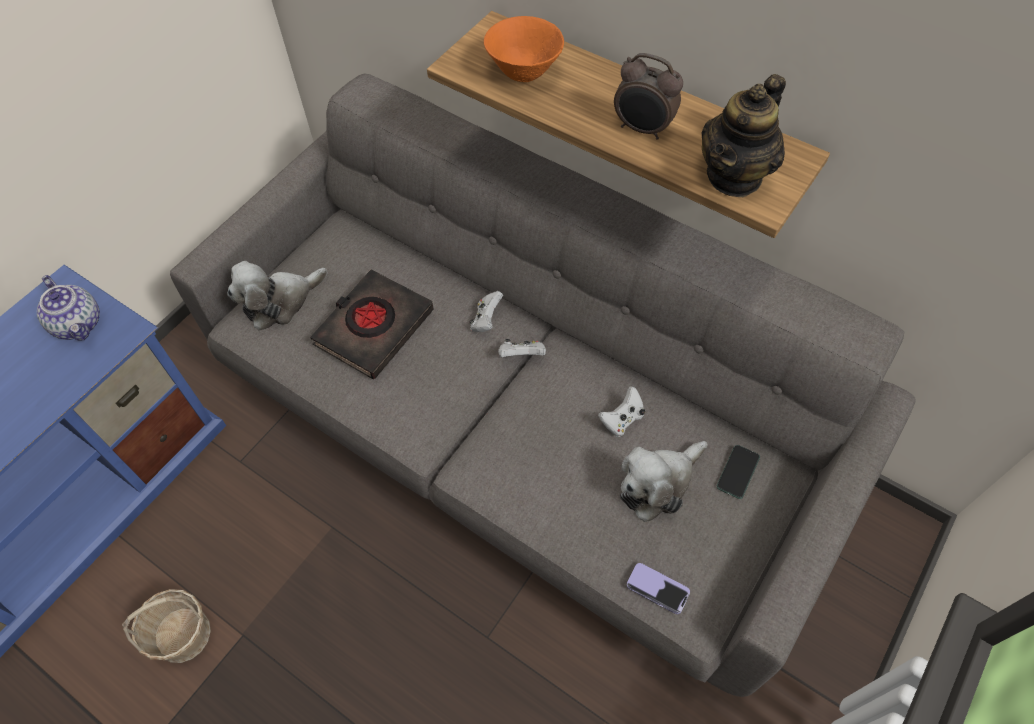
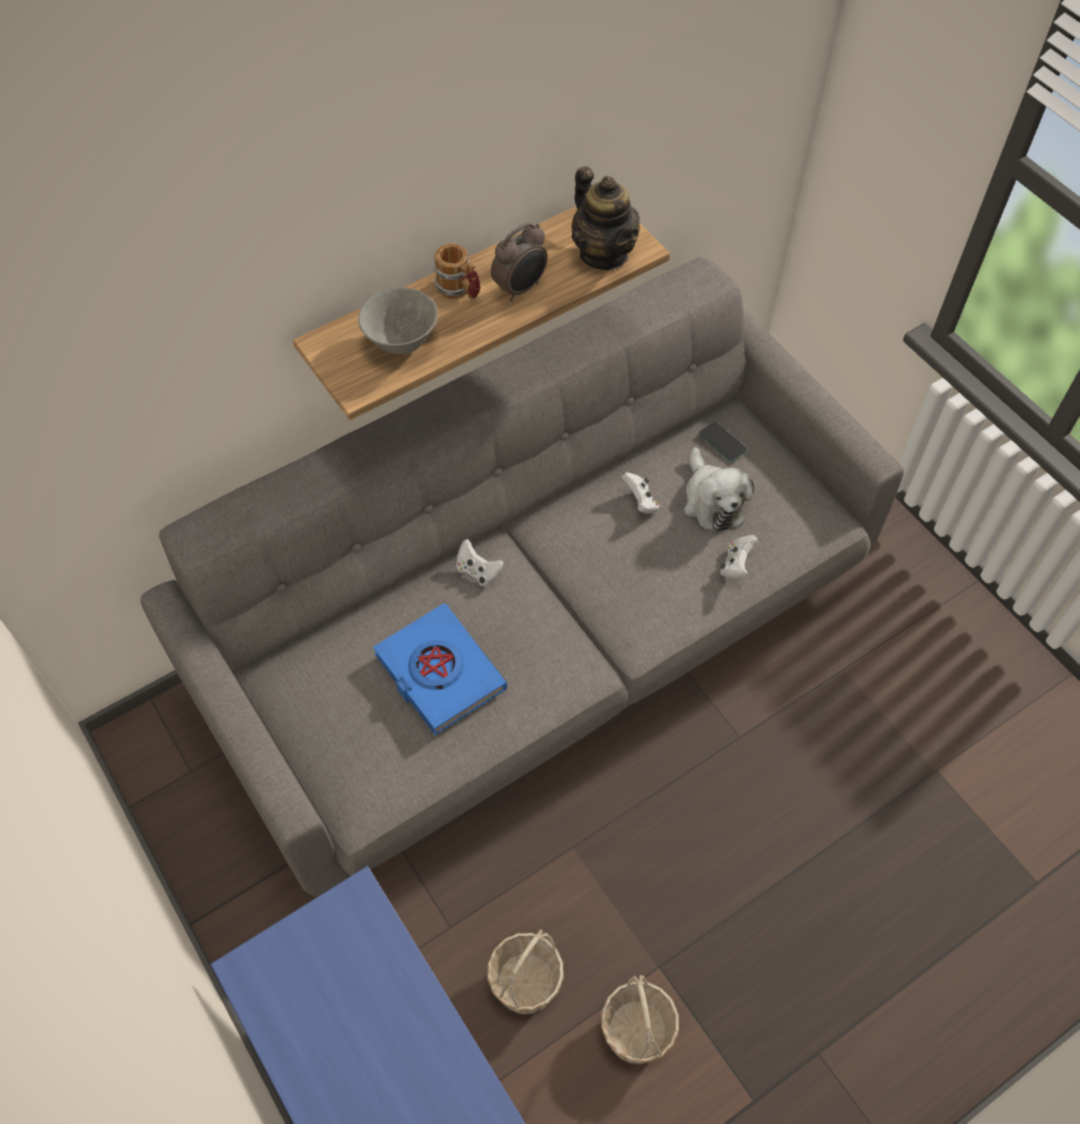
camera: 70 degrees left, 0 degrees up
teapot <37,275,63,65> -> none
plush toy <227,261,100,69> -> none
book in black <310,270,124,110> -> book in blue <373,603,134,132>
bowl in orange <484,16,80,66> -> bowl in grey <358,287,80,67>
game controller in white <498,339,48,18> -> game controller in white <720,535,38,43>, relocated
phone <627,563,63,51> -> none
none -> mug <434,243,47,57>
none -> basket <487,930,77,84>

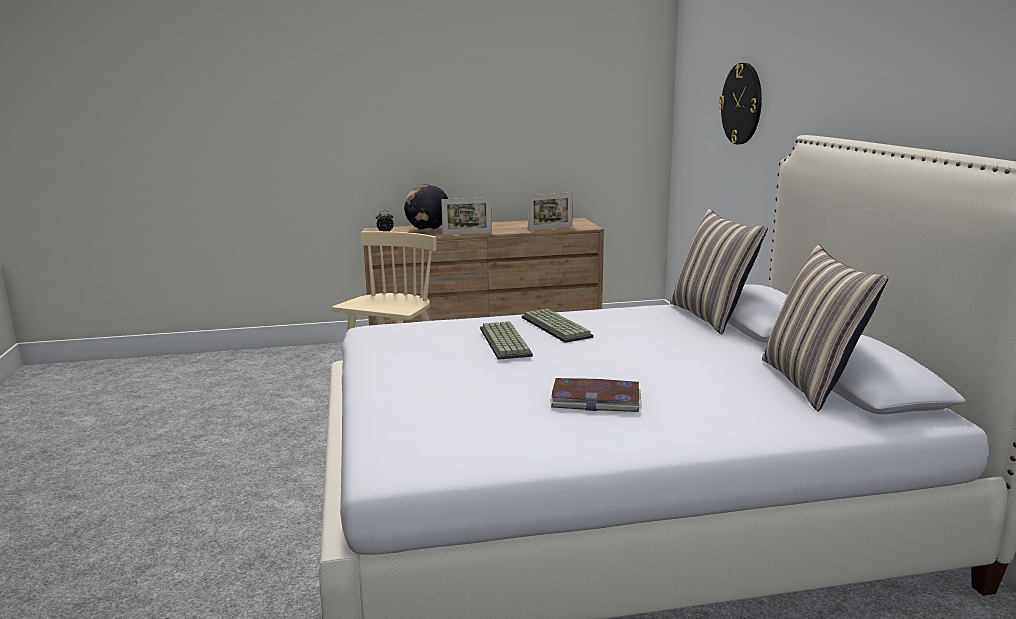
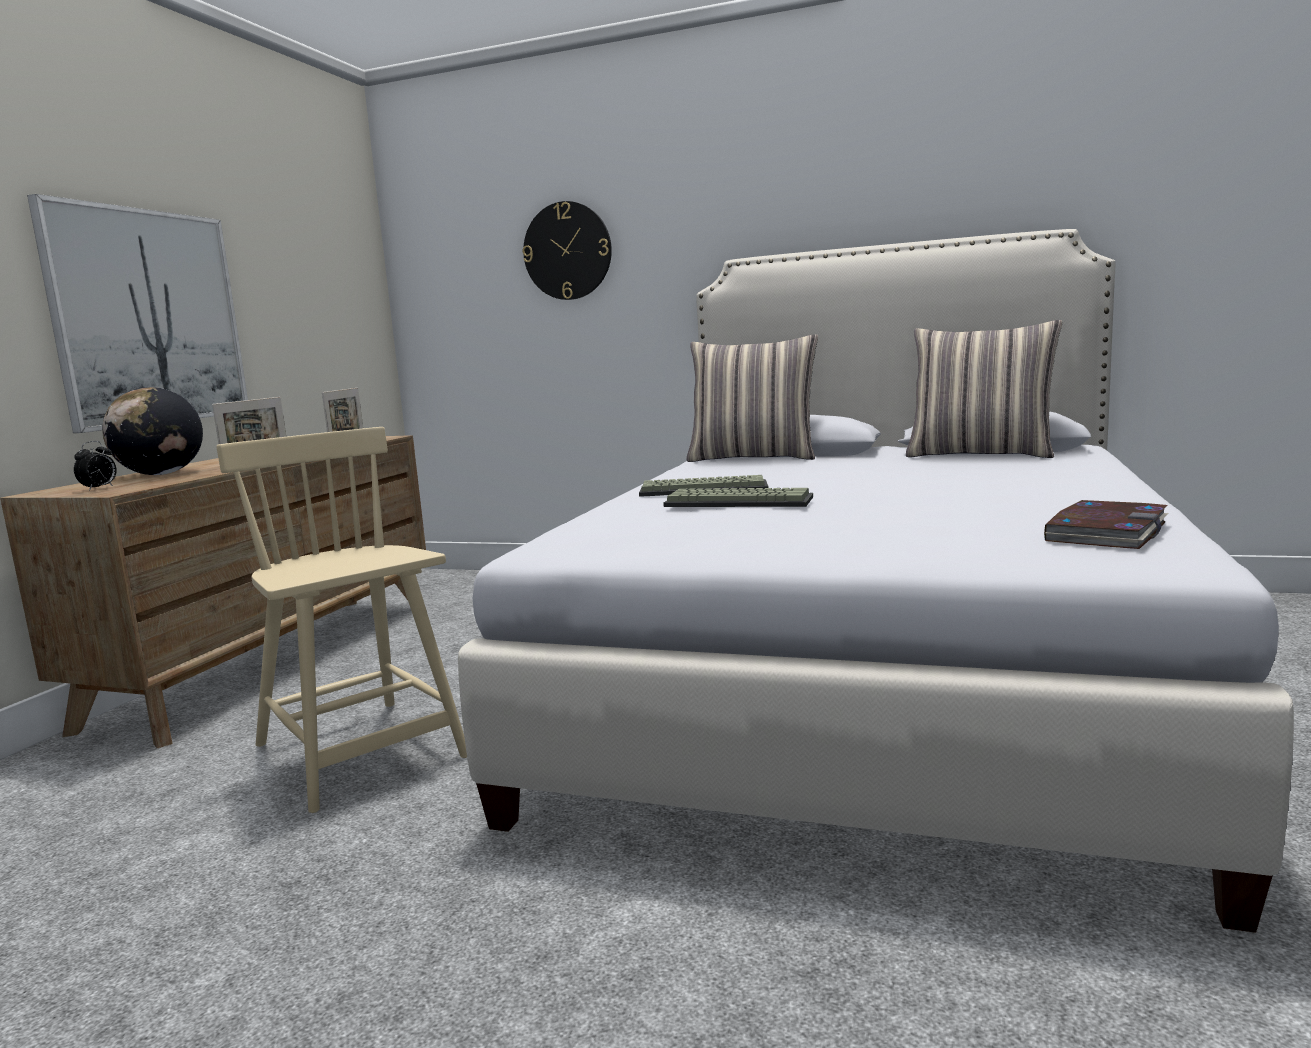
camera: 60 degrees left, 5 degrees down
book <550,378,92,34> -> book <1044,500,125,49>, relocated
none -> picture <27,194,221,239>

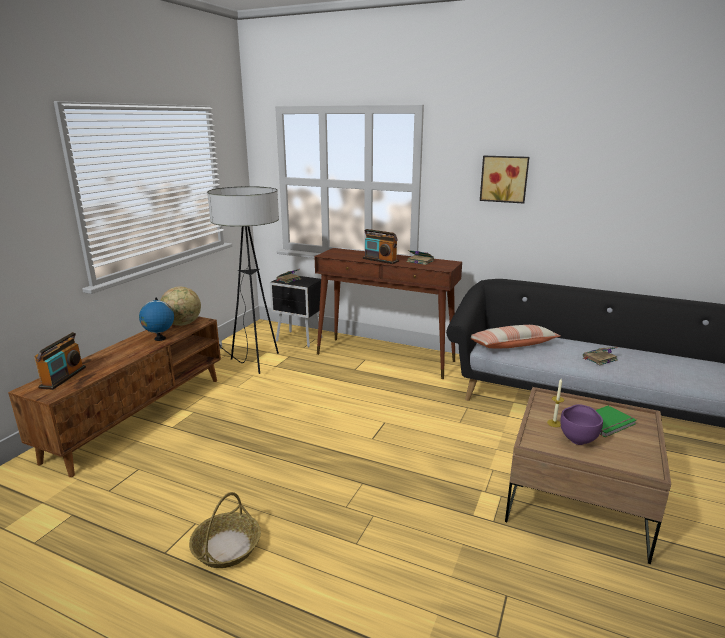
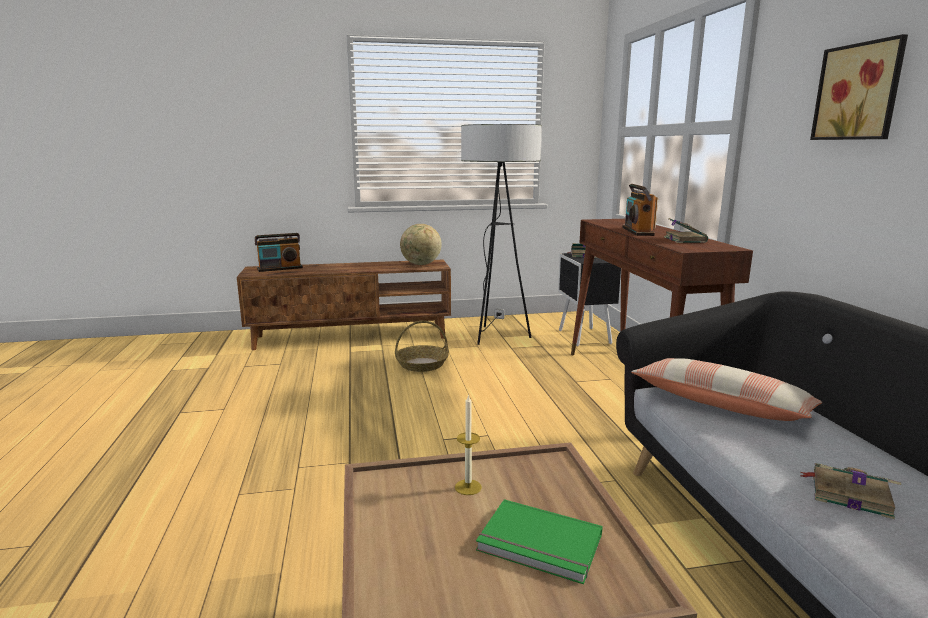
camera: 55 degrees right, 5 degrees down
globe <139,297,35,44> -> none
basket <189,492,72,76> -> basket <395,321,54,51>, relocated
bowl in purple <561,404,42,41> -> none

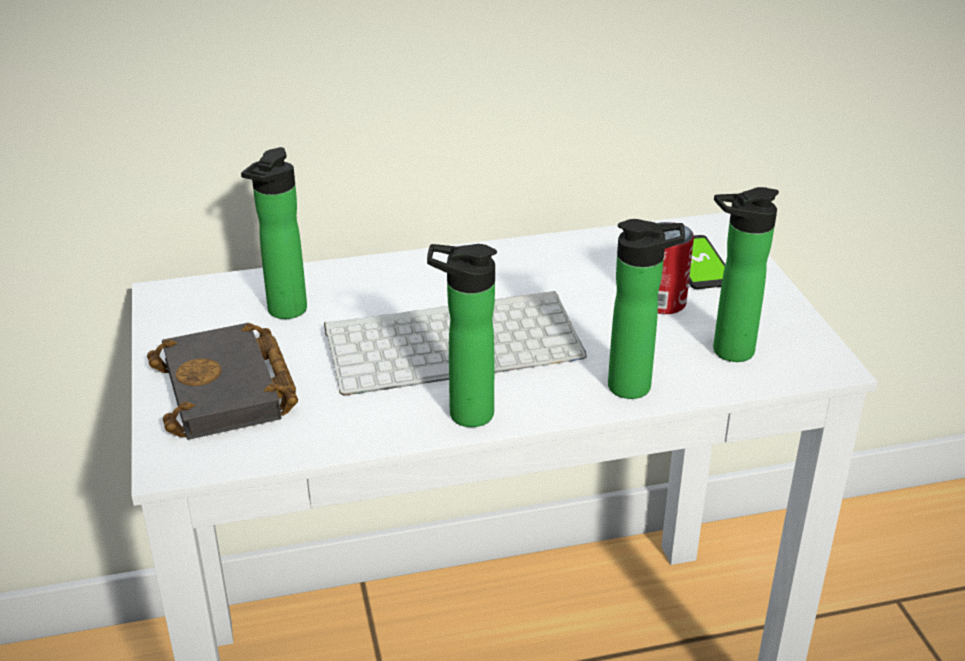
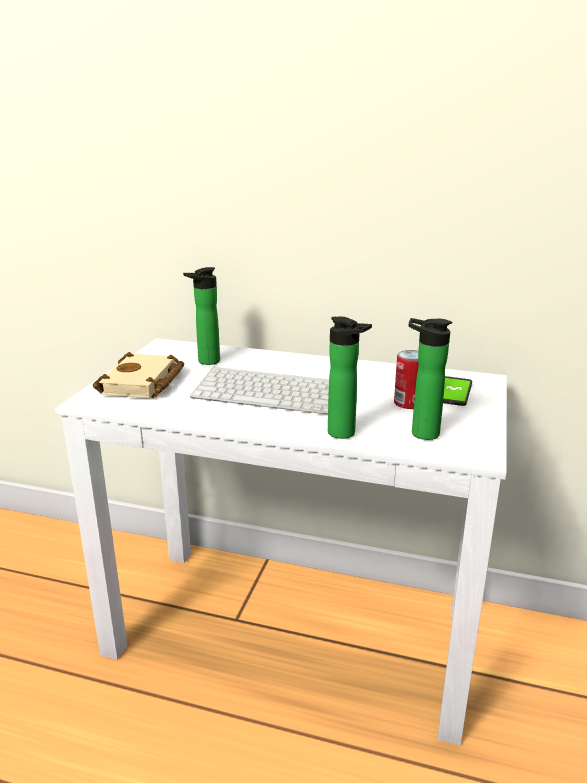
camera: 30 degrees right, 10 degrees down
book in black <147,323,151,117> -> book in beige <93,352,91,46>
bottle <427,244,70,183> -> none

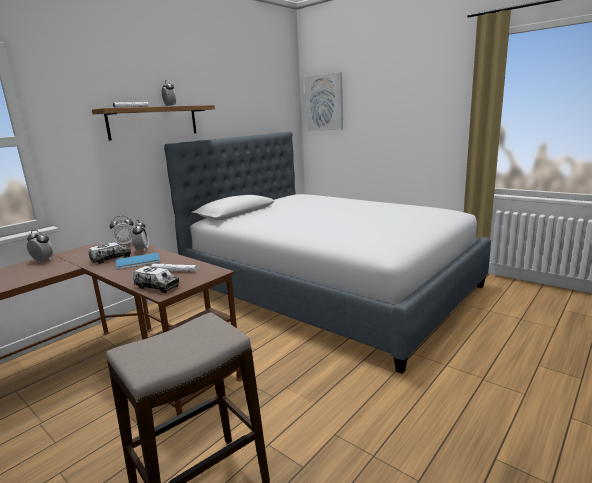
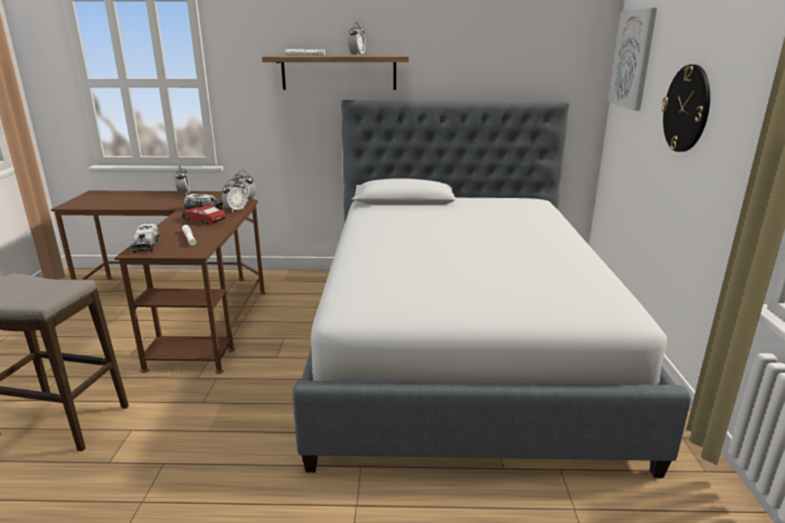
camera: 50 degrees right, 5 degrees up
book in blue <116,253,44,16> -> toy car <182,205,43,20>
none -> wall clock <661,64,49,88>

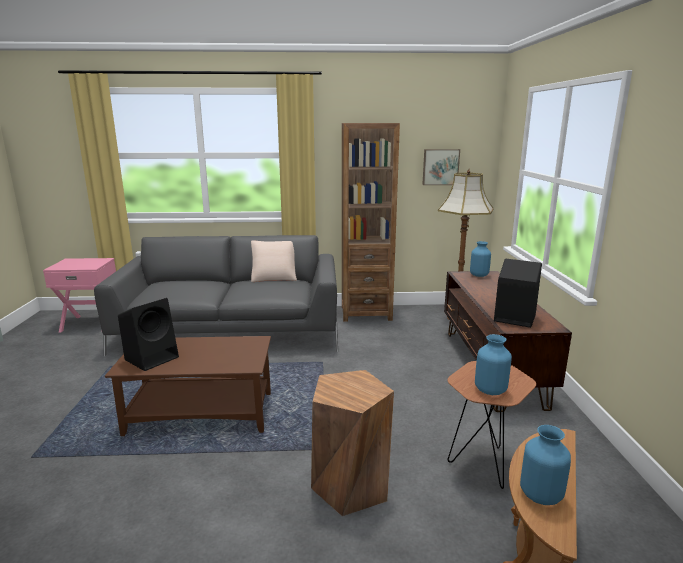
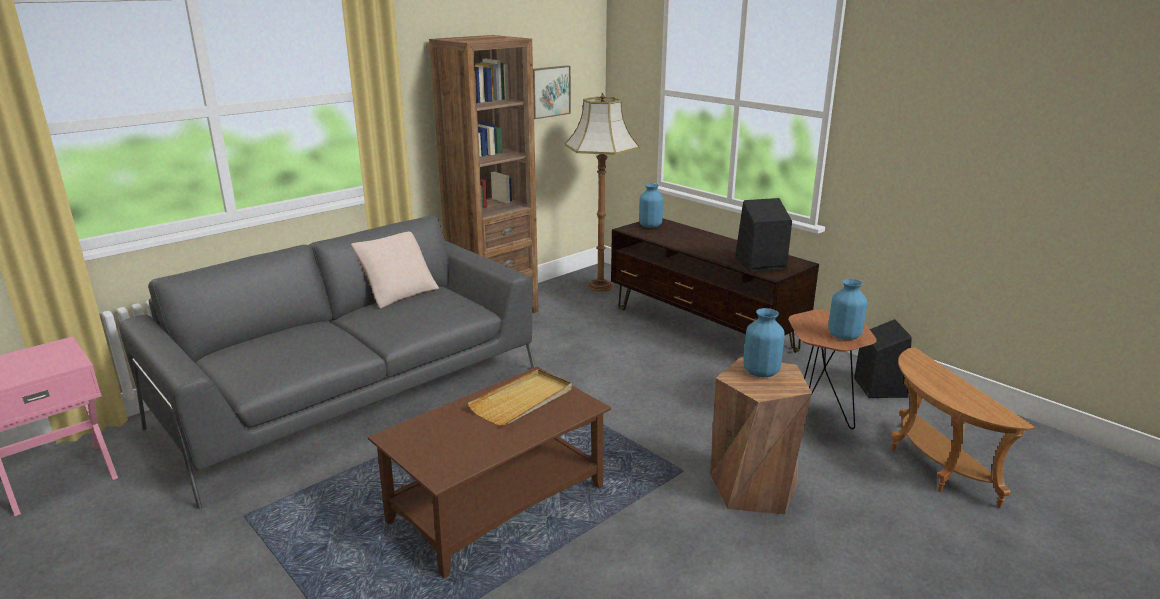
camera: 40 degrees left, 5 degrees up
speaker in black <118,298,61,73> -> speaker in black <854,319,58,79>, relocated
vase in blue <520,425,51,80> -> vase in blue <743,308,41,70>, relocated
none -> tray in beige <468,369,104,57>

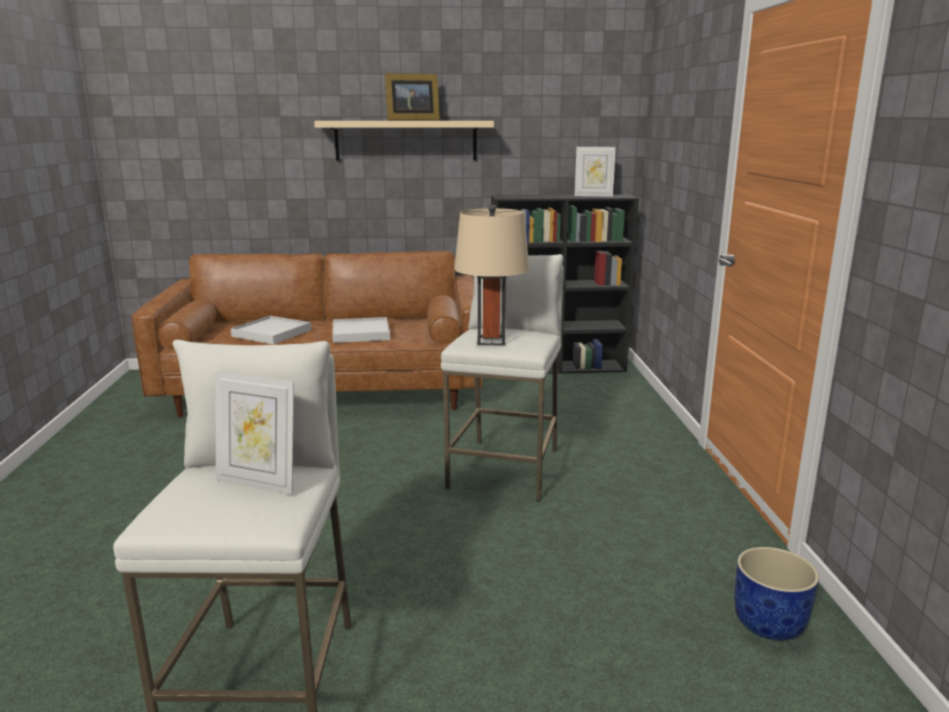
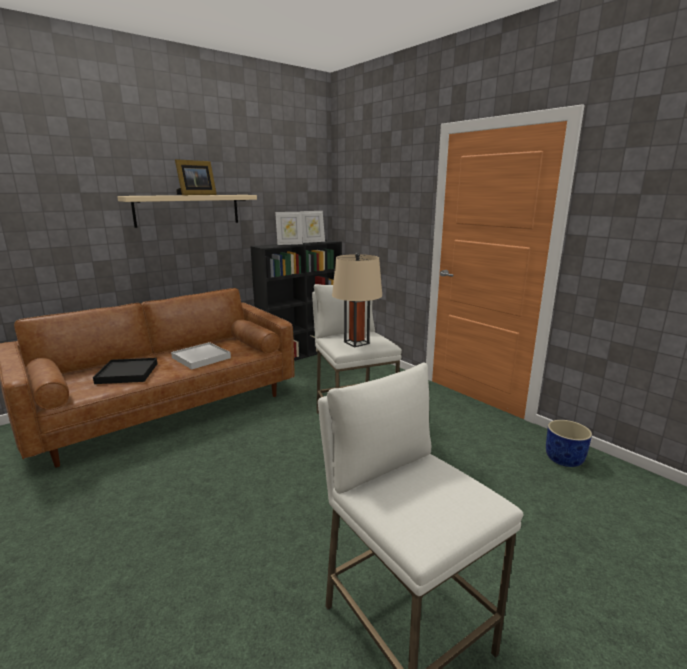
camera: 35 degrees left, 0 degrees up
picture frame <215,371,79,124> -> picture frame <275,212,28,33>, relocated
tray in white <231,316,80,28> -> tray in black <93,358,64,26>

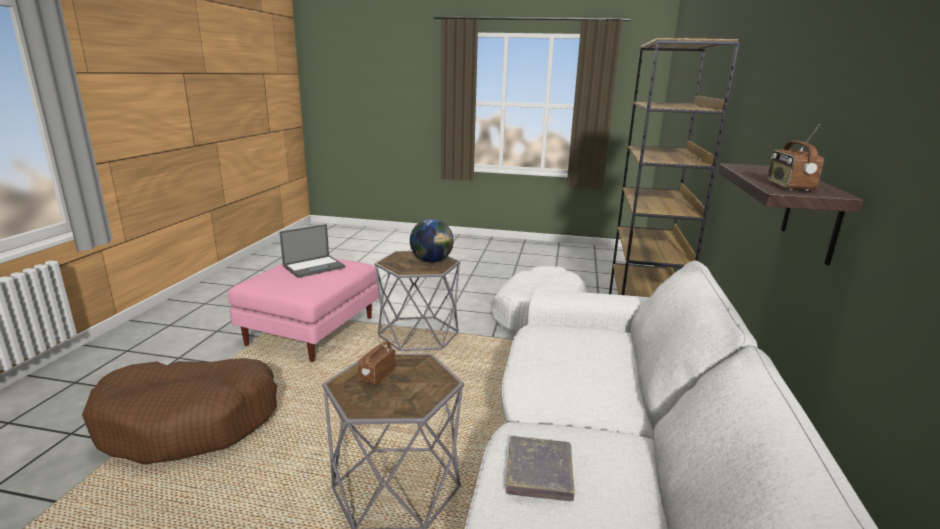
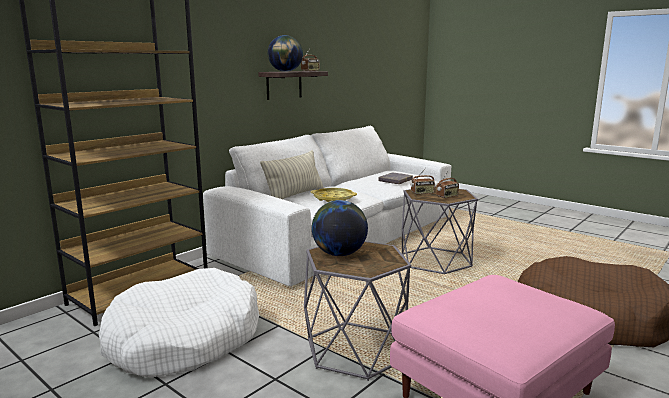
camera: 150 degrees left, 5 degrees down
laptop <280,224,65,54> -> none
none -> pillow <260,150,64,49>
none -> globe <268,35,35,37>
none -> tray in yellow <311,188,46,14>
none -> radio <411,168,24,26>

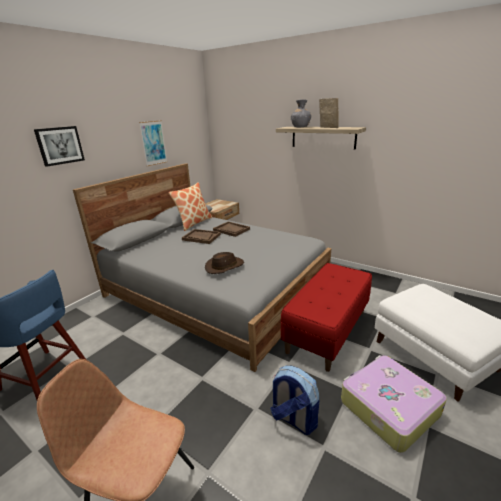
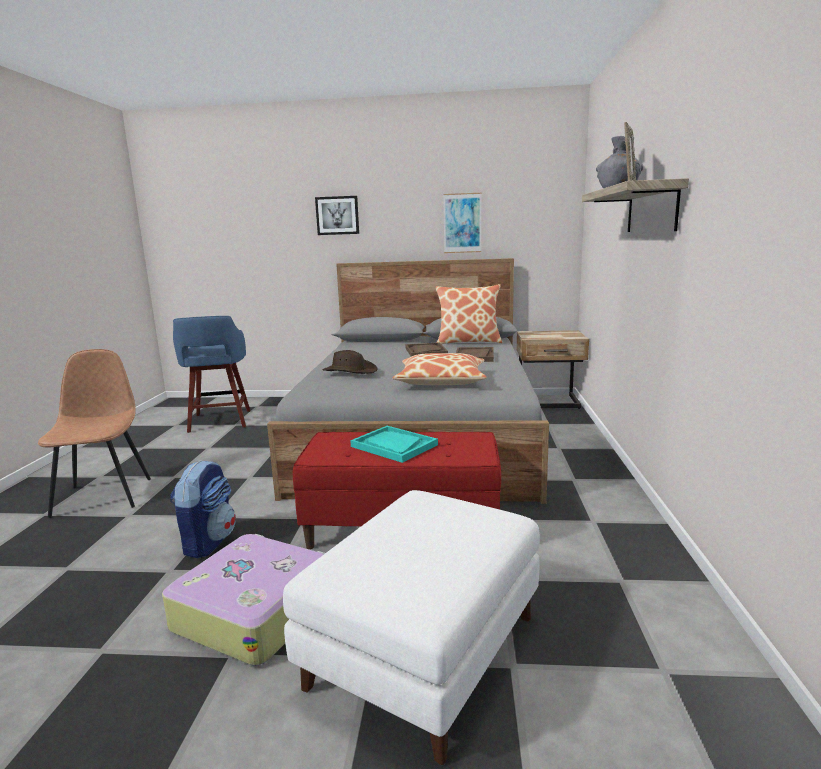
camera: 60 degrees right, 10 degrees down
none -> tray in turquoise <350,426,88,37>
none -> pillow <393,353,94,32>

